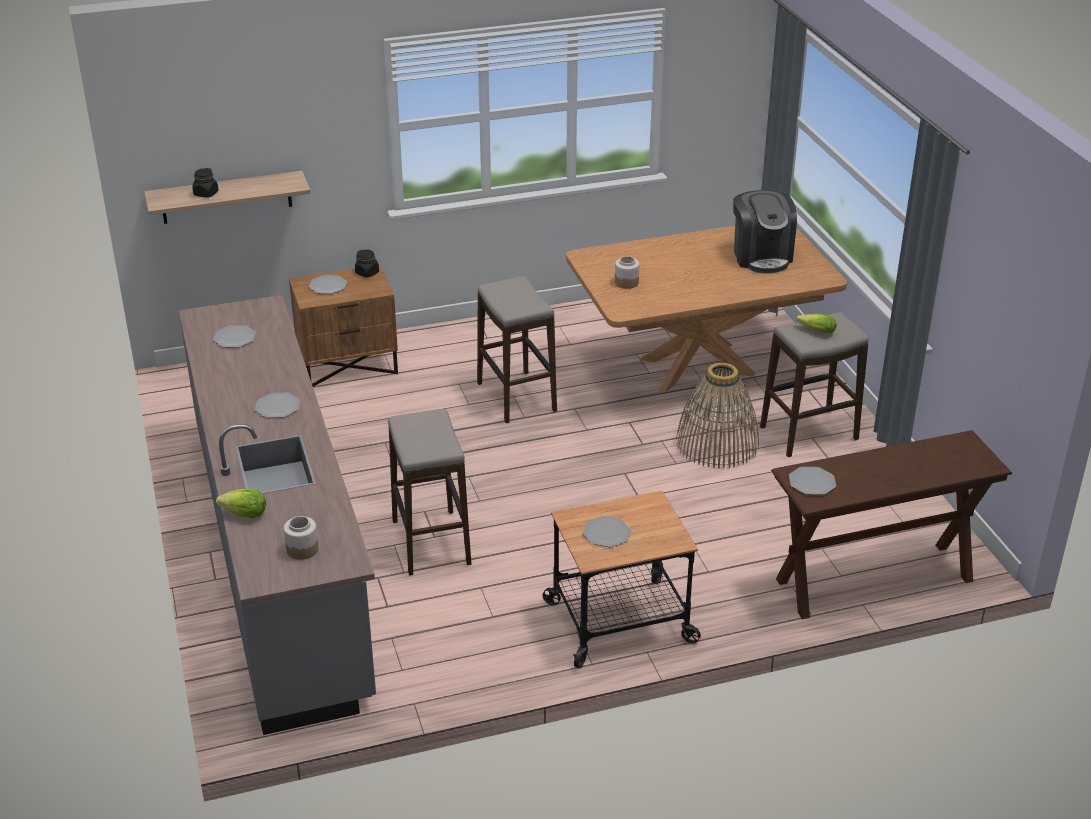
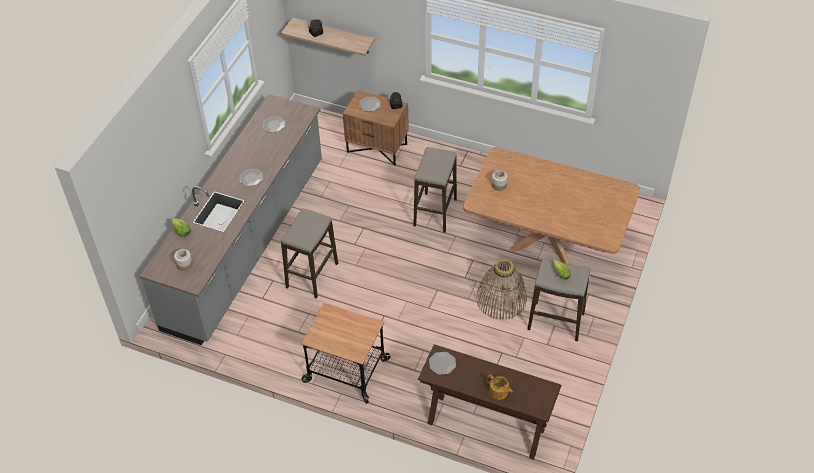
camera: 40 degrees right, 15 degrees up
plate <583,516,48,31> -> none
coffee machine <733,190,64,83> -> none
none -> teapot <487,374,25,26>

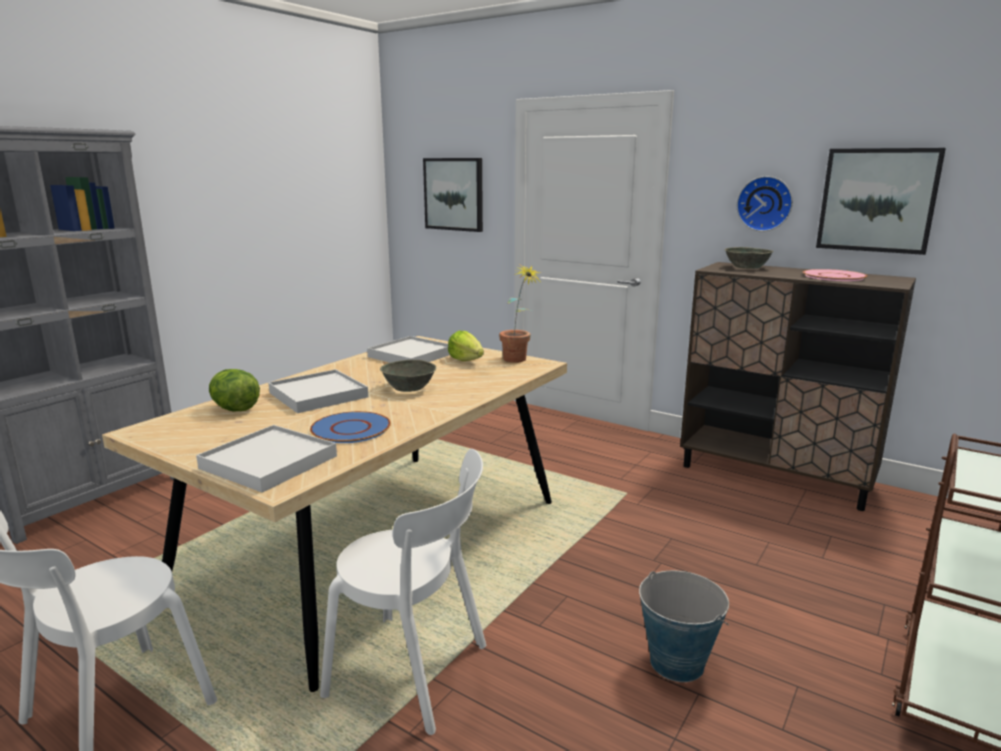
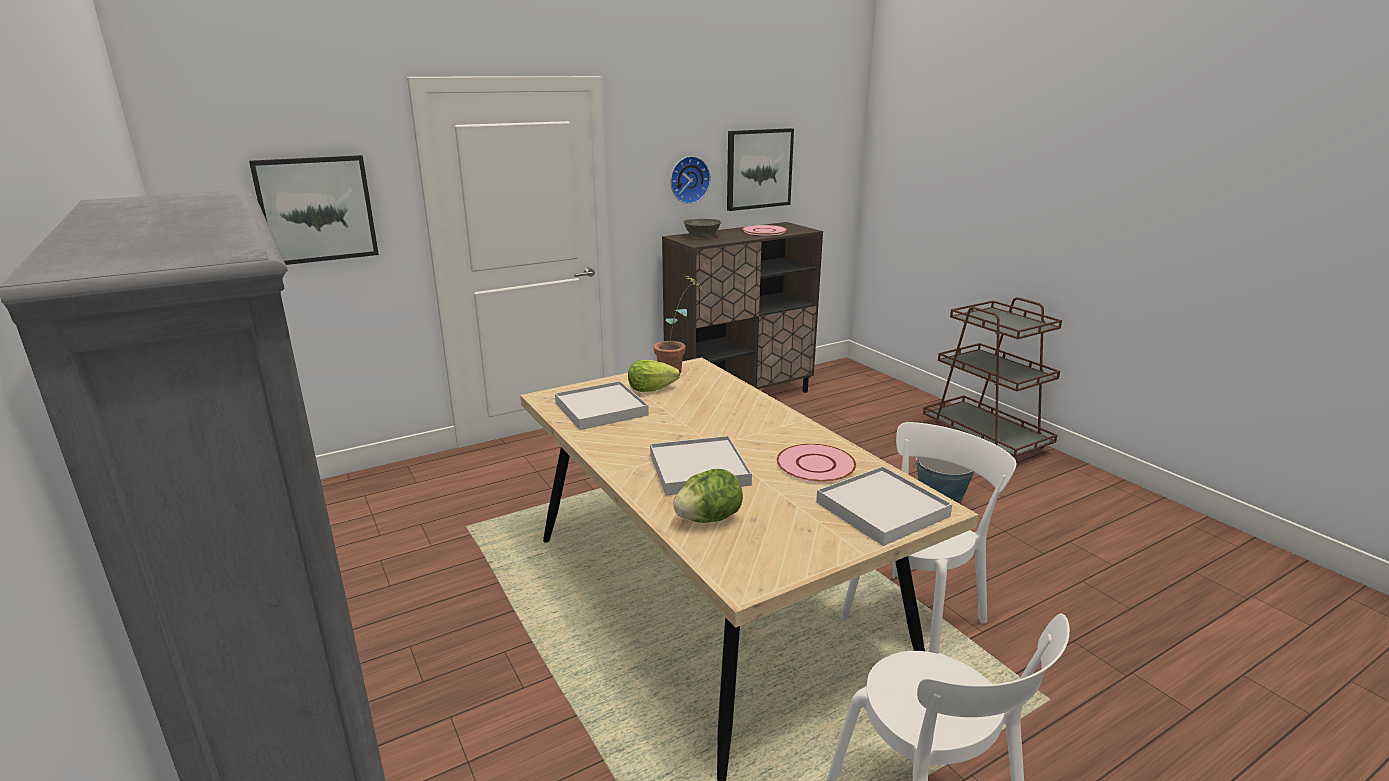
camera: 65 degrees left, 5 degrees up
plate in blue <310,411,81,32> -> plate in pink <777,444,79,39>
bowl in grey <380,360,56,32> -> none

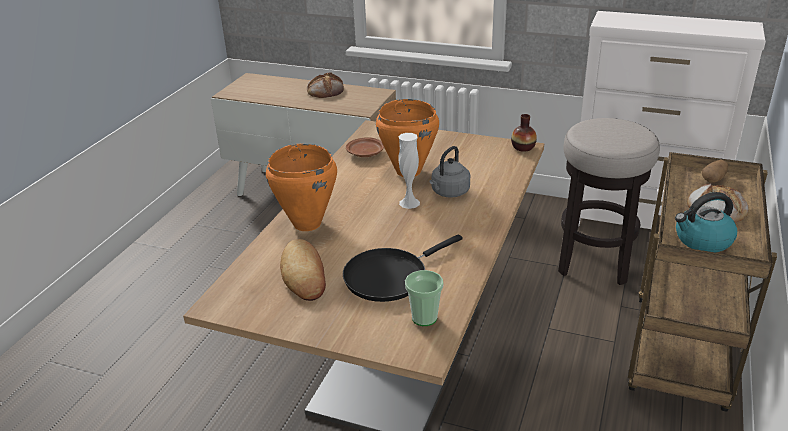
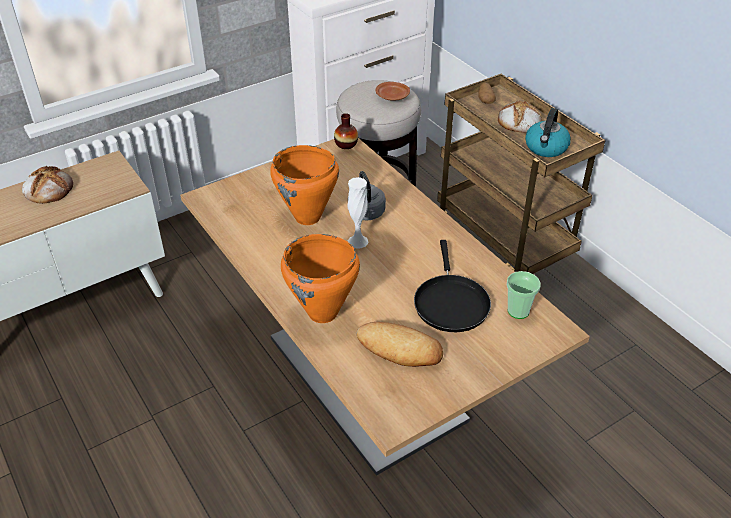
camera: 55 degrees left, 10 degrees up
plate in brown <346,137,38,20> -> plate in brown <376,82,34,19>, relocated

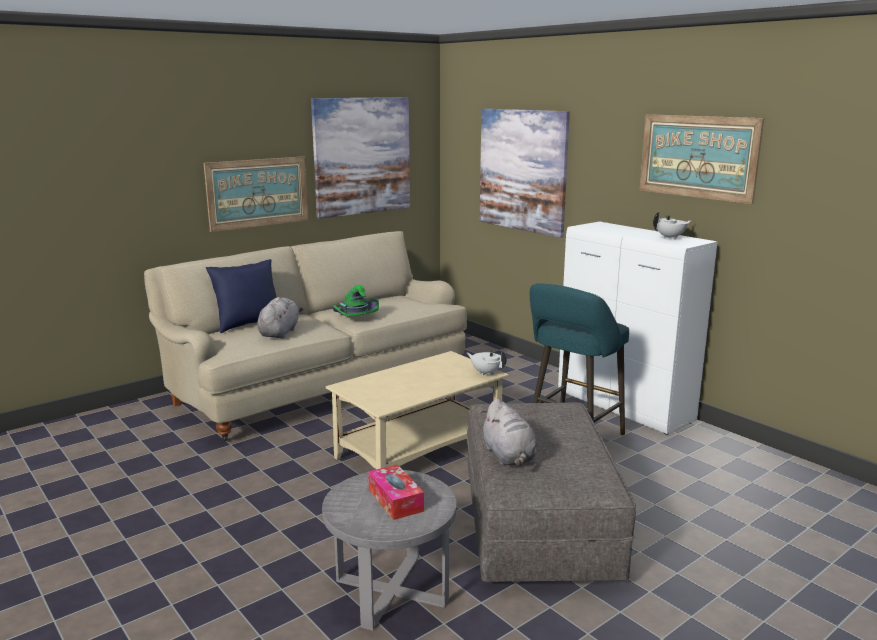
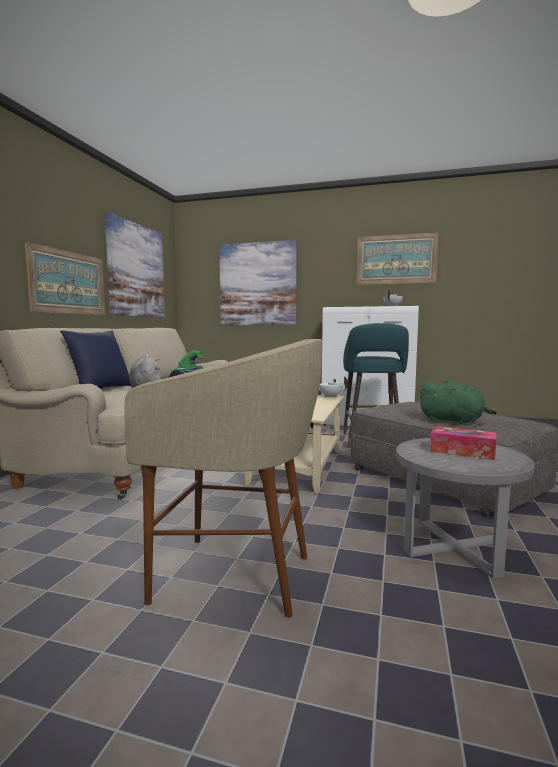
camera: 35 degrees left, 10 degrees down
plush toy in grey <481,399,57,67> -> plush toy in green <419,379,78,46>
none -> stool in beige <125,339,197,278>

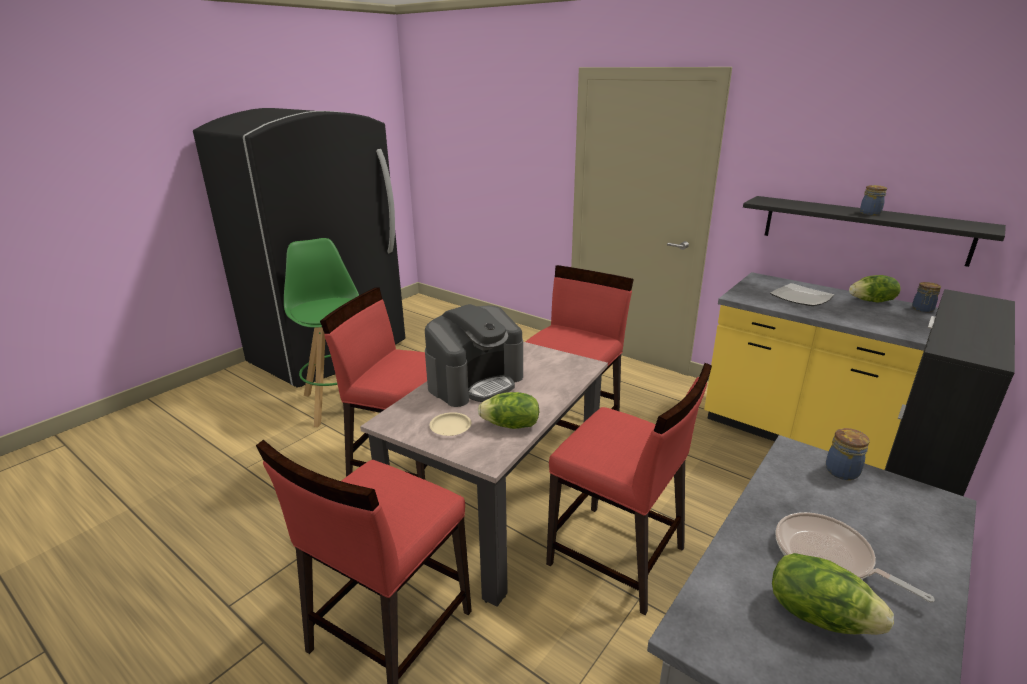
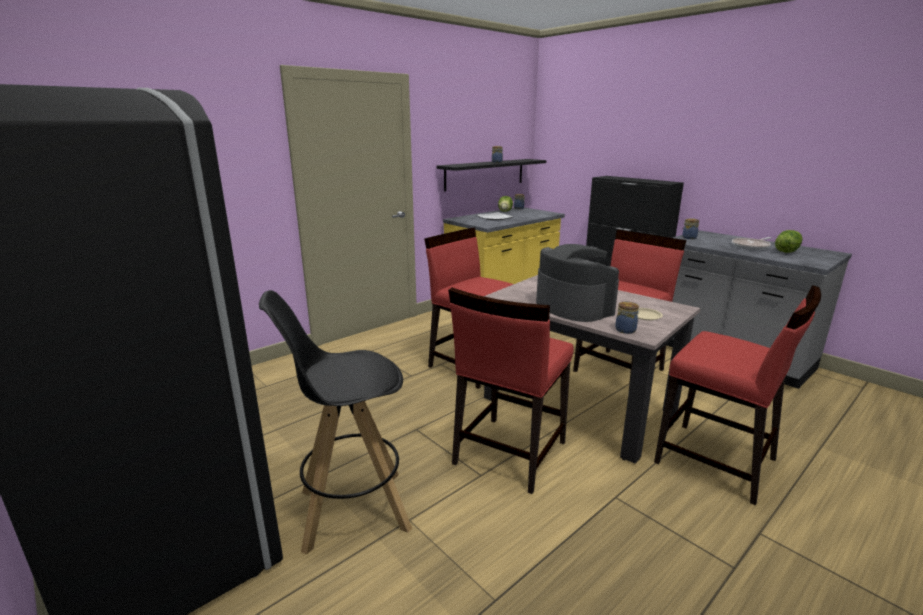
camera: 80 degrees left, 5 degrees down
stool in green <284,238,92,190> -> stool in black <259,290,153,265>
lettuce <478,392,61,37> -> none
none -> jar <615,302,24,32>

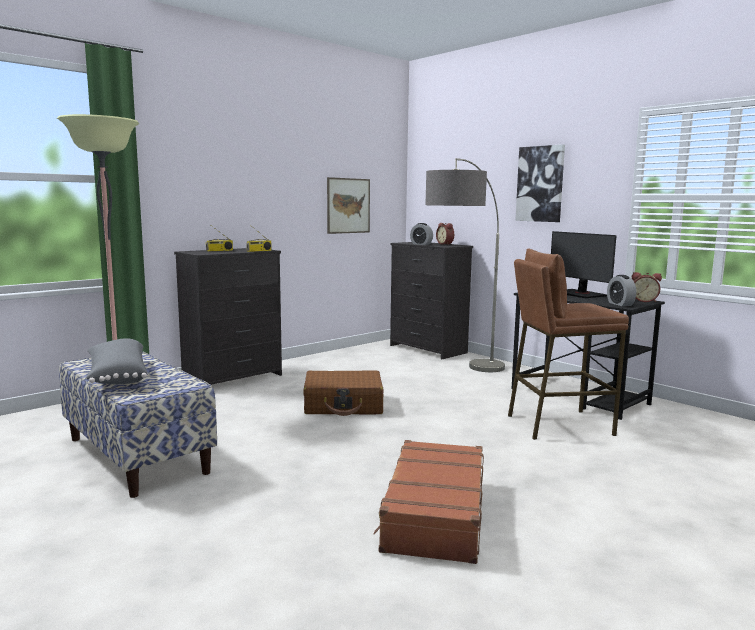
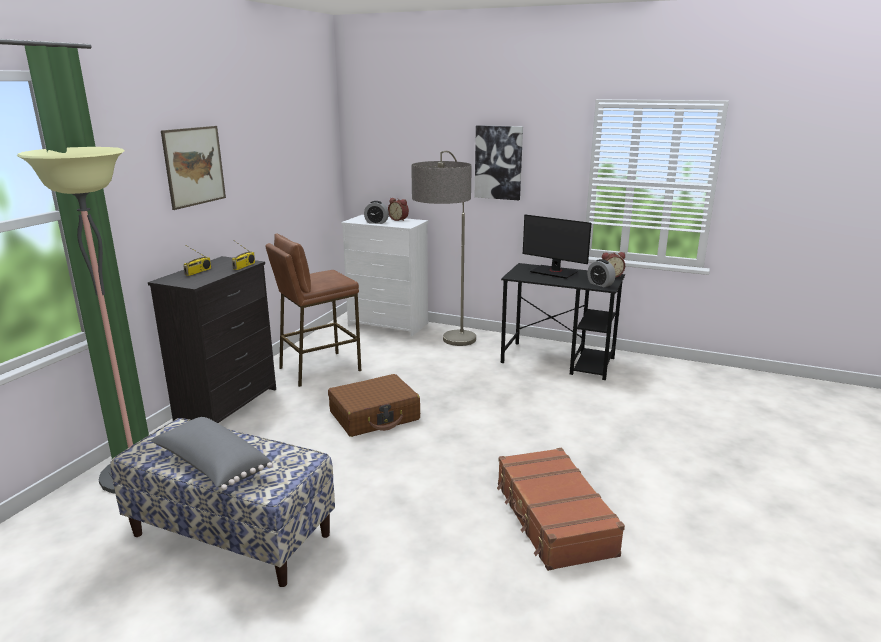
camera: 25 degrees left, 10 degrees up
picture <327,177,43,57> -> picture <161,126,65,84>, relocated
dresser in black <390,242,83,117> -> dresser in white <341,215,87,121>
stool in brown <508,248,121,192> -> stool in brown <265,234,96,153>, relocated

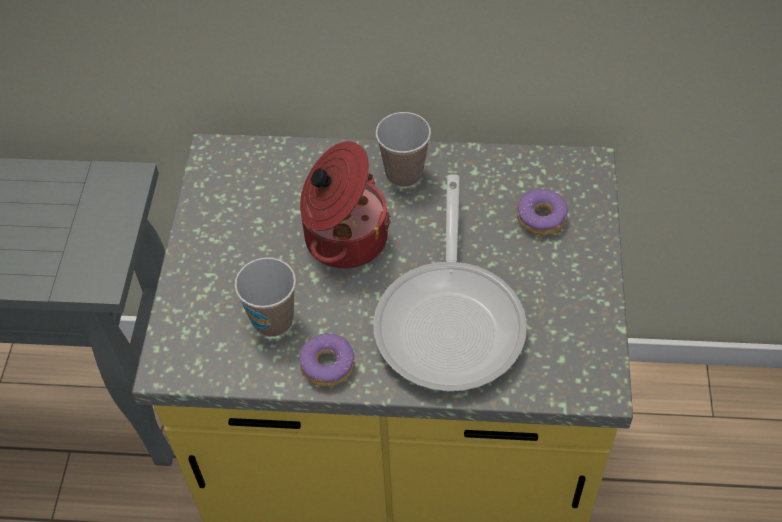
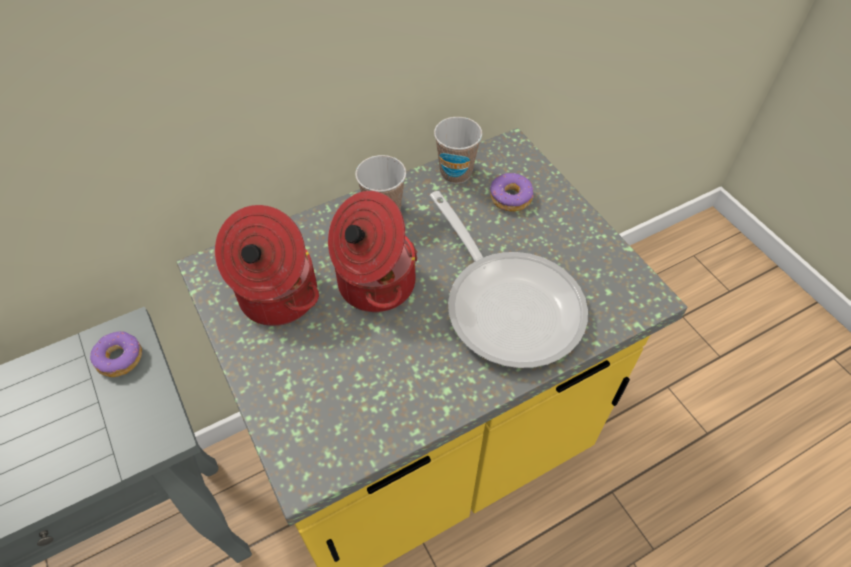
camera: 35 degrees left, 0 degrees up
cup <235,257,61,80> -> cup <434,117,48,67>, relocated
donut <299,333,56,54> -> donut <90,331,52,46>, relocated
none -> cooking pot <215,205,104,121>

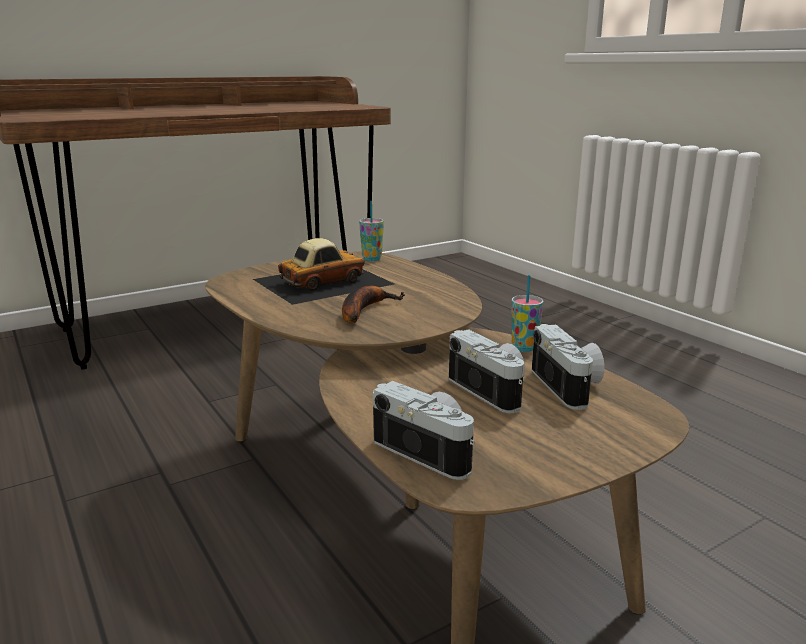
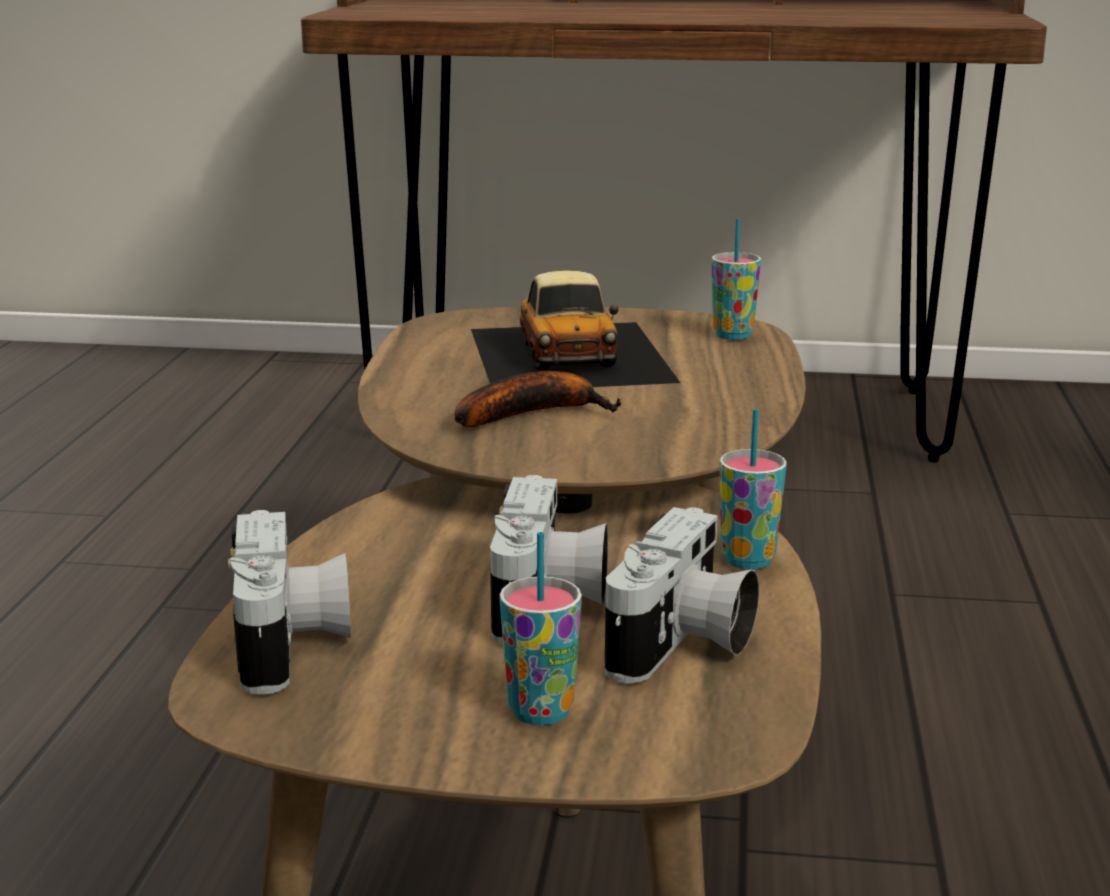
camera: 40 degrees right, 0 degrees up
toy car <253,238,141,67> -> toy car <471,270,209,117>, 75 degrees clockwise
none -> cup <500,532,82,193>

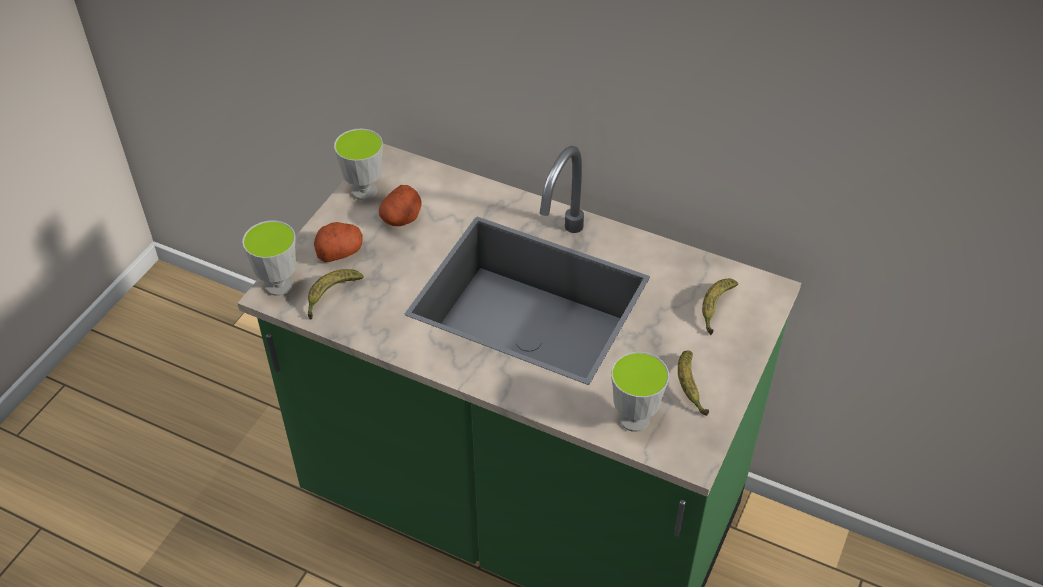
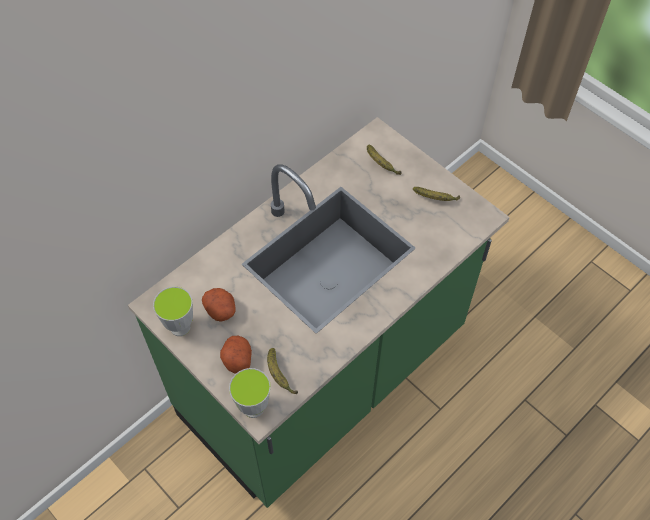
camera: 70 degrees left, 10 degrees up
cup <611,351,58,81> -> none

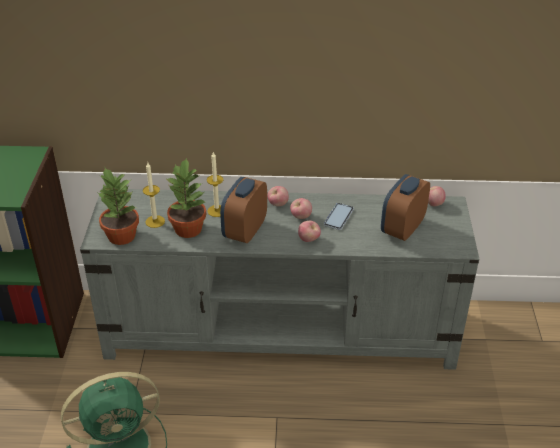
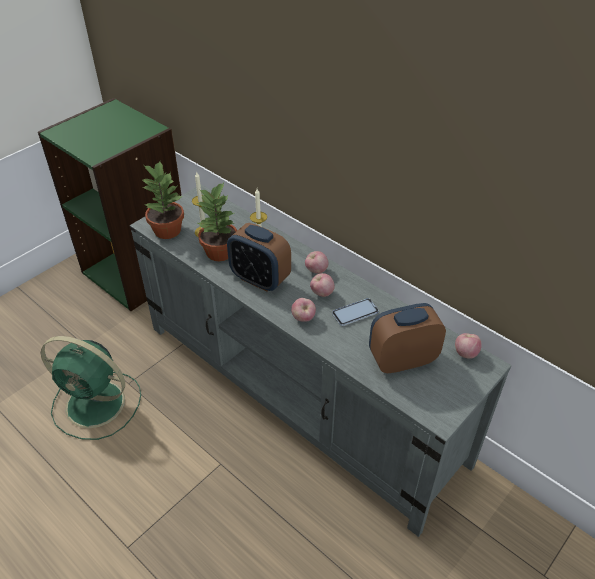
camera: 40 degrees right, 5 degrees up
alarm clock <220,177,47,66> -> alarm clock <227,223,64,69>, 120 degrees counterclockwise

